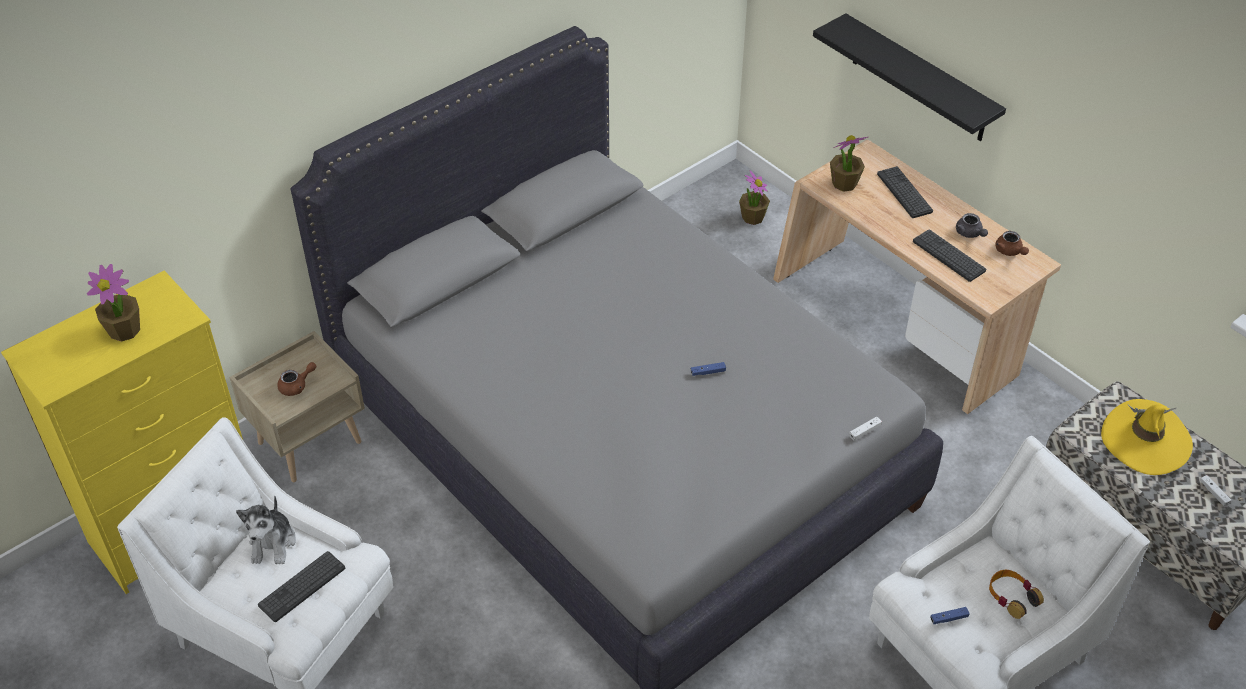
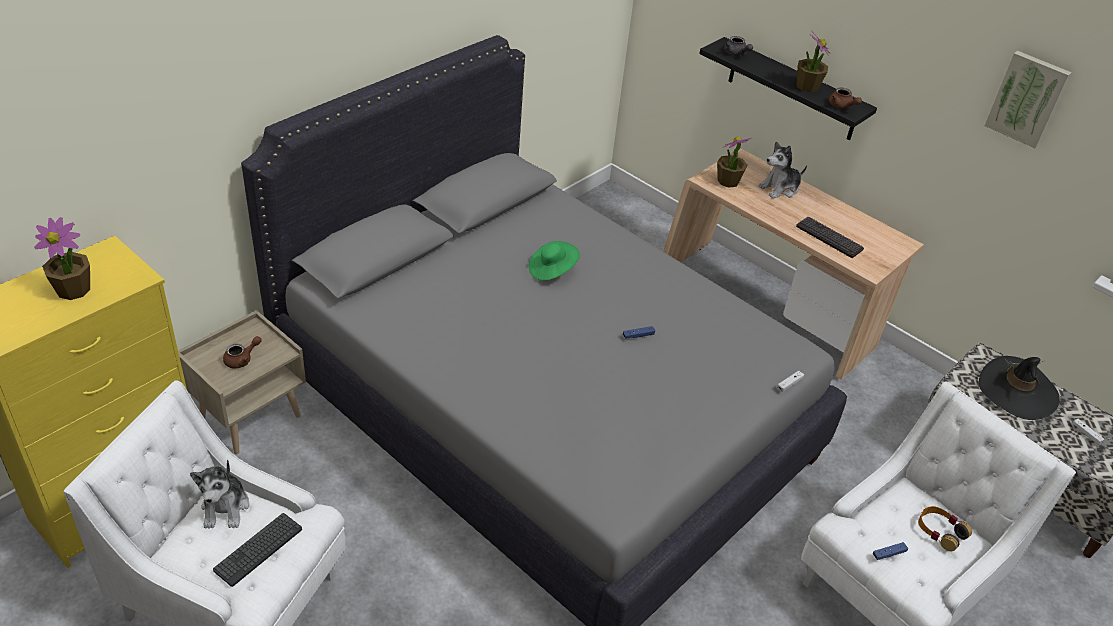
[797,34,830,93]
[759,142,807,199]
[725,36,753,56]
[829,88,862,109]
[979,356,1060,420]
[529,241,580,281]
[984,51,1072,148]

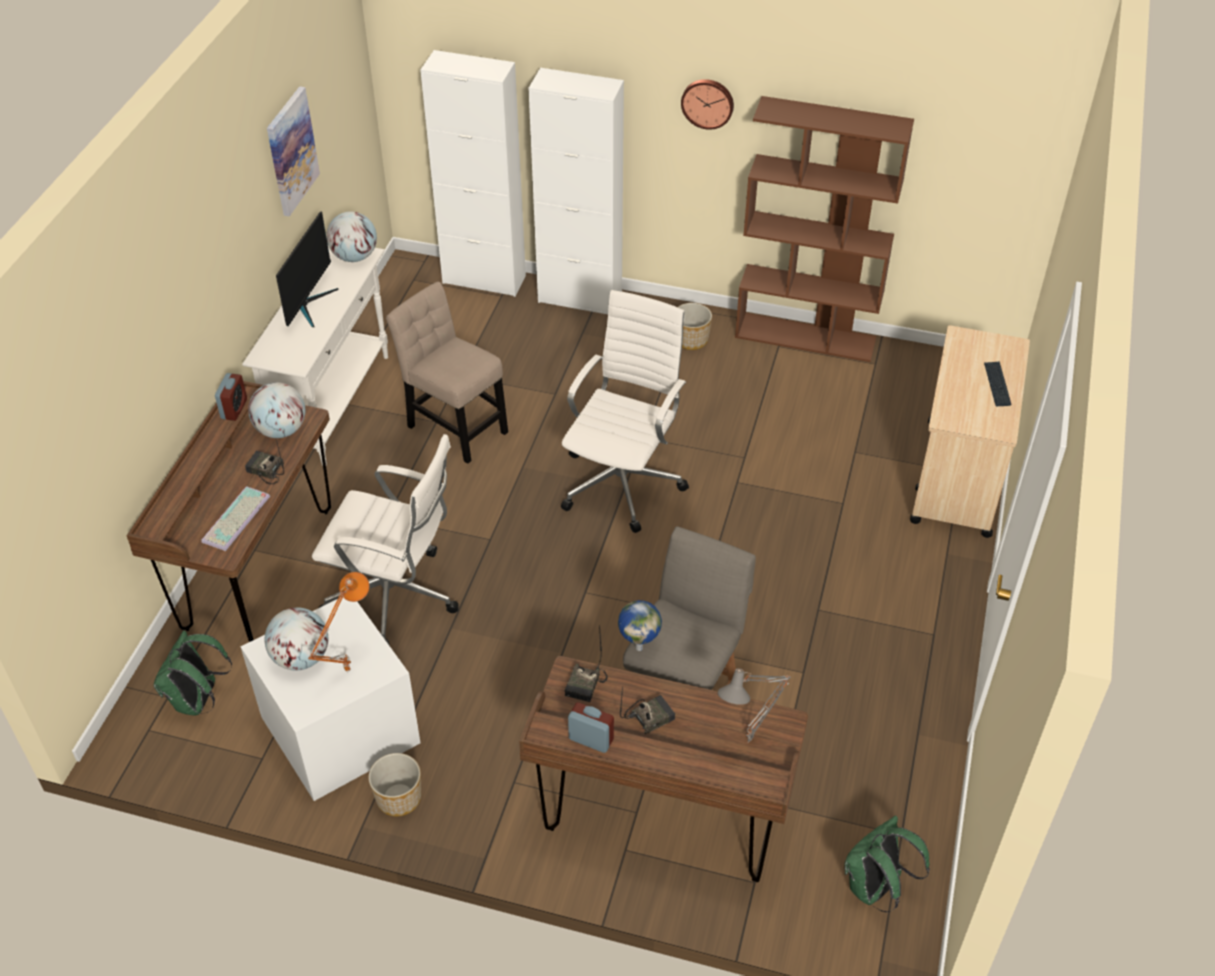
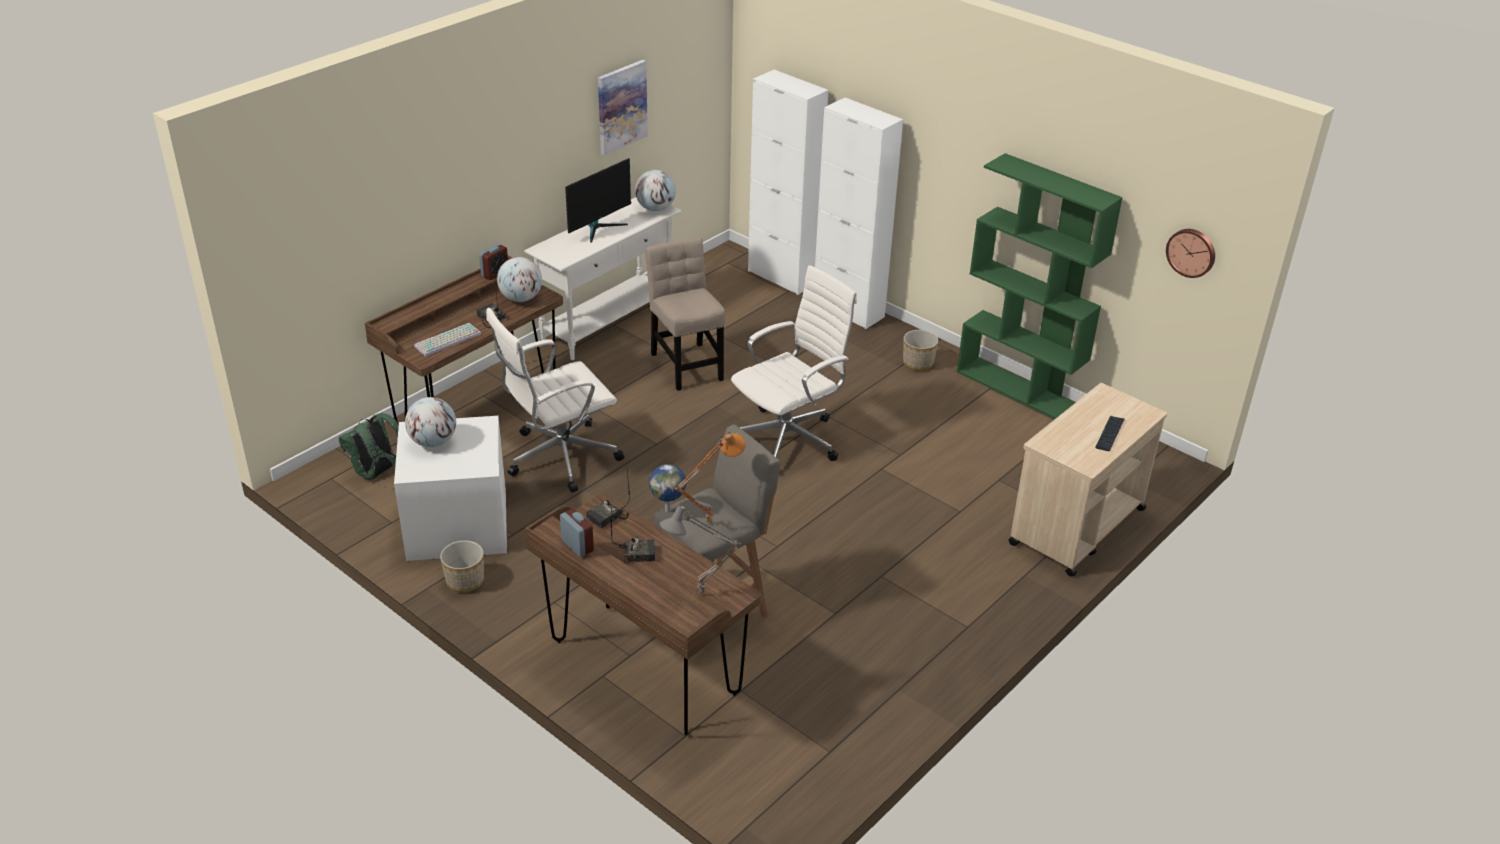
[675,432,746,524]
[486,308,624,492]
[1166,229,1215,278]
[957,153,1123,419]
[844,815,930,912] (first image)

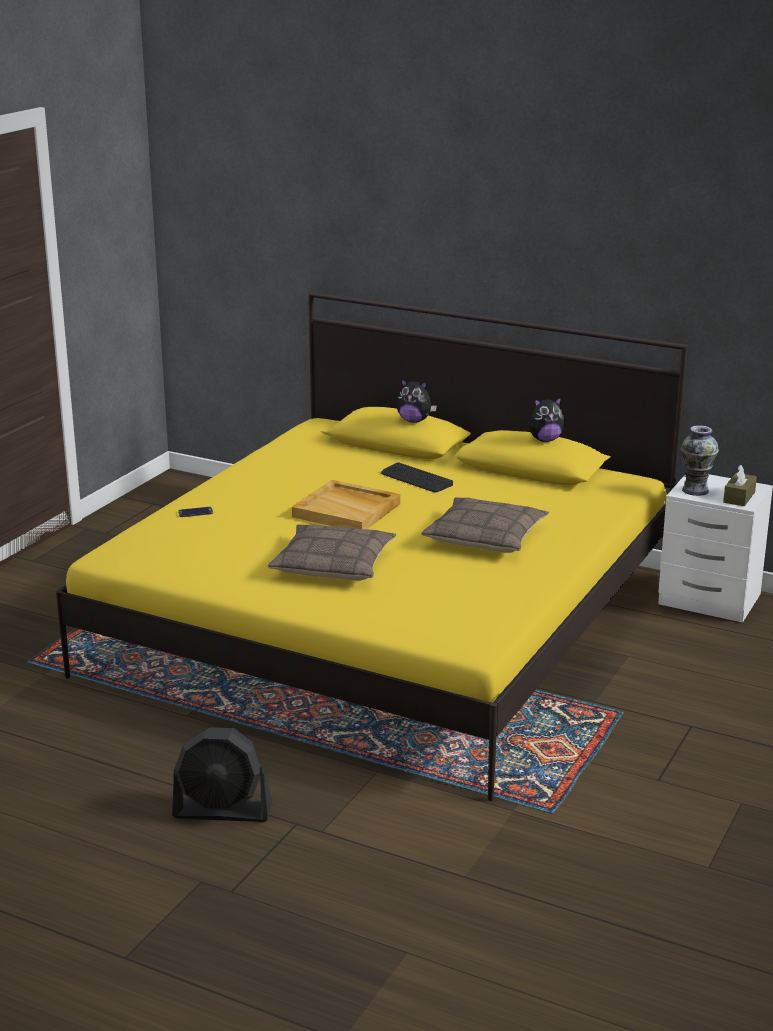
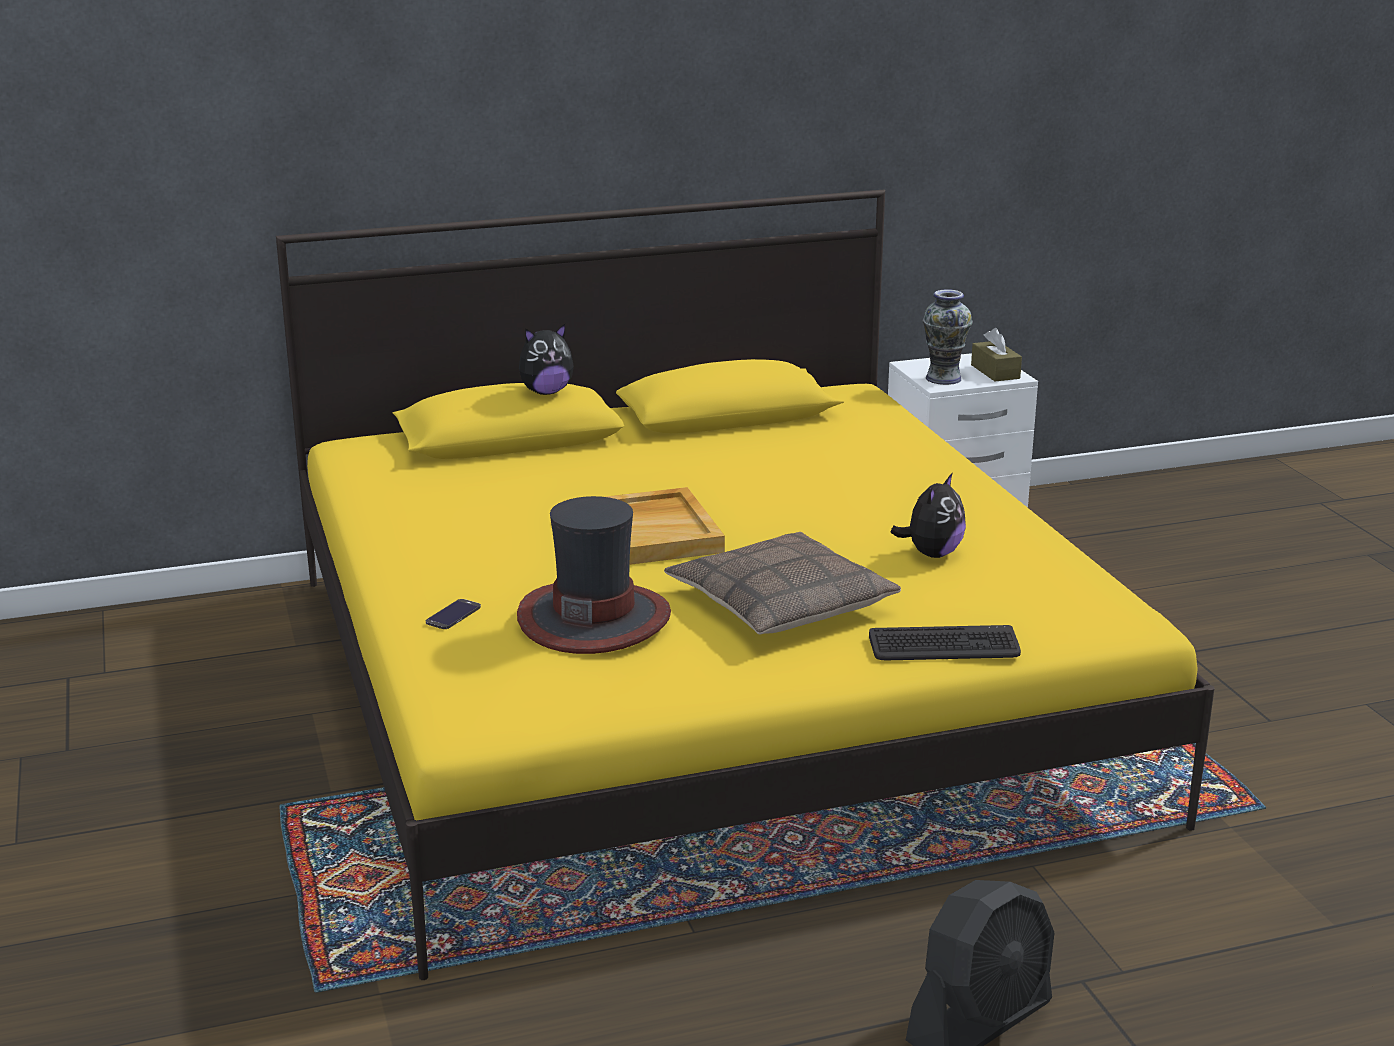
[869,625,1021,660]
[421,497,549,553] (first image)
[891,472,966,558]
[517,496,671,654]

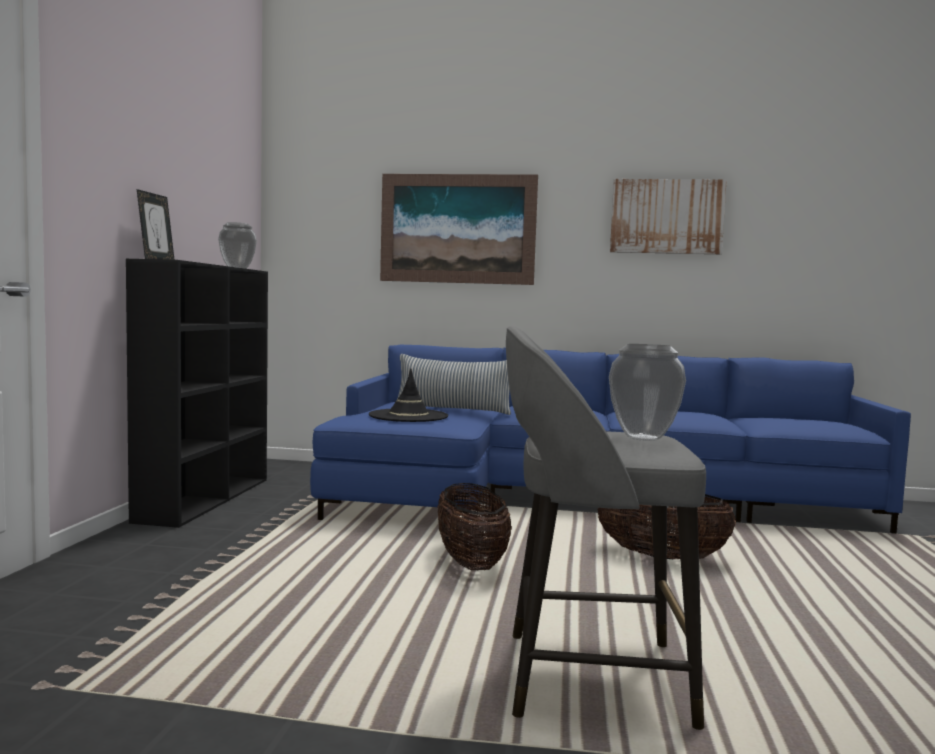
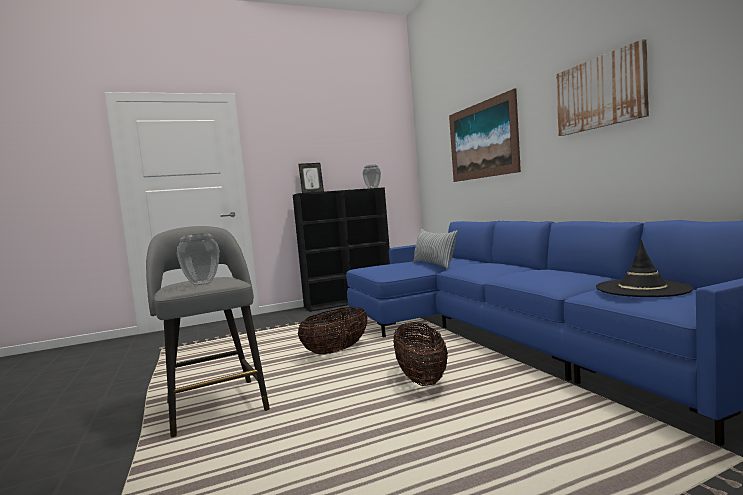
[596,240,693,297]

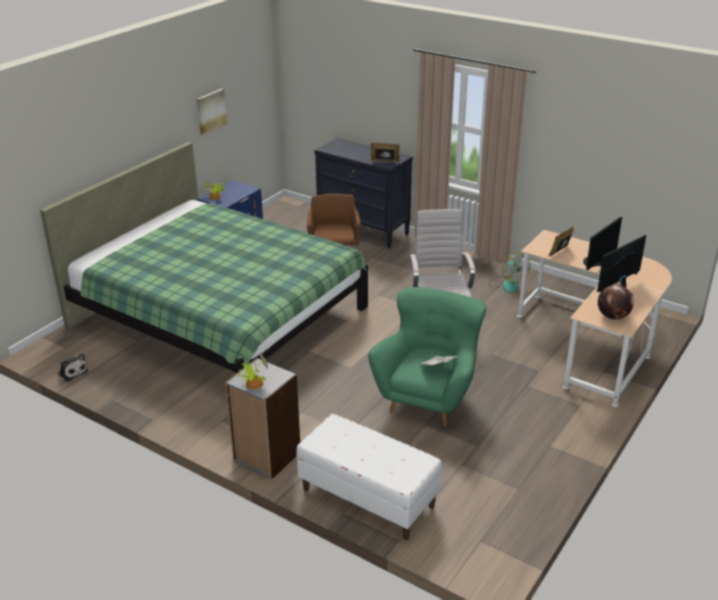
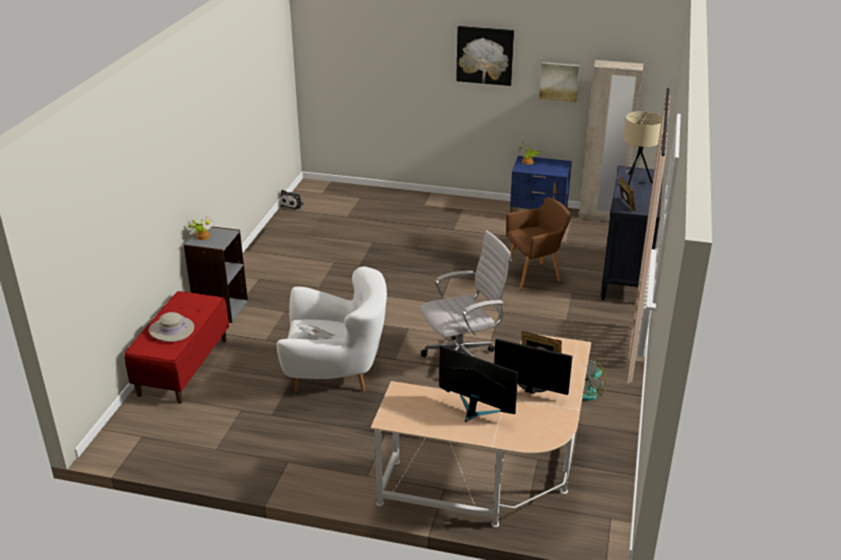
[40,142,368,374] (first image)
[124,291,229,404]
[277,267,387,392]
[598,285,634,320] (first image)
[149,312,194,342]
[456,26,514,86]
[579,60,644,221]
[623,111,662,185]

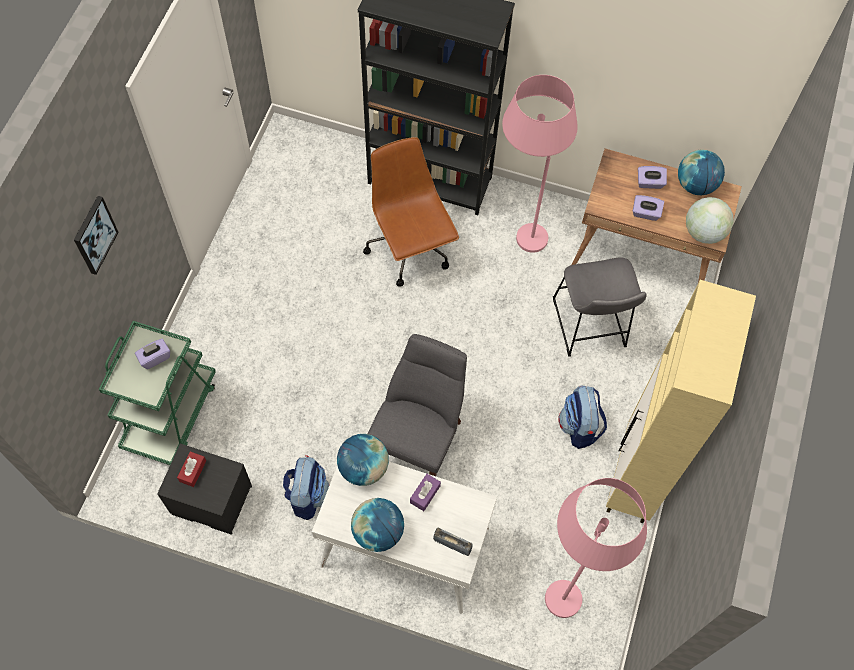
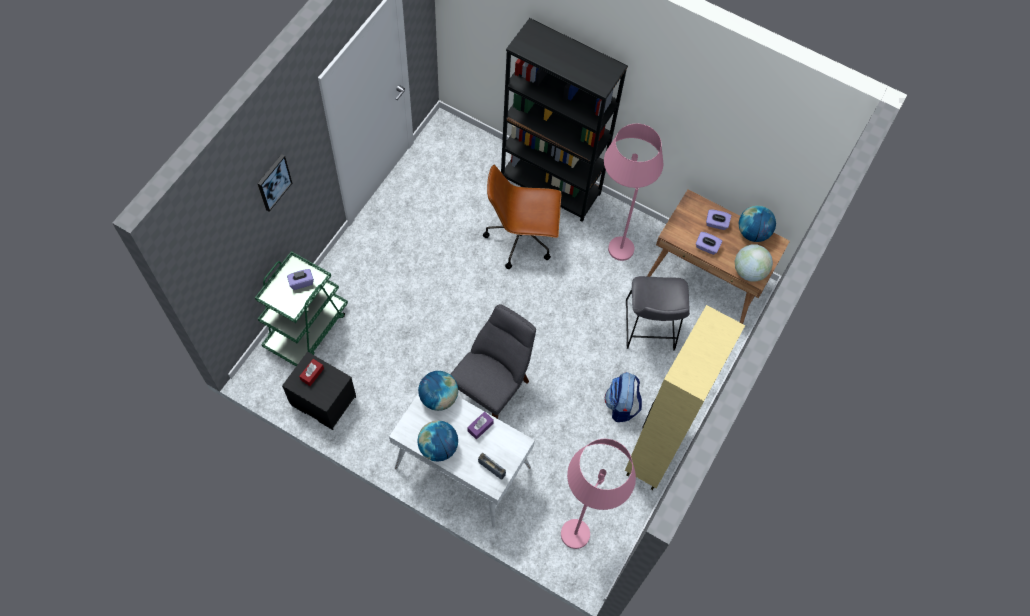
[283,456,329,520] (first image)
[483,165,561,269]

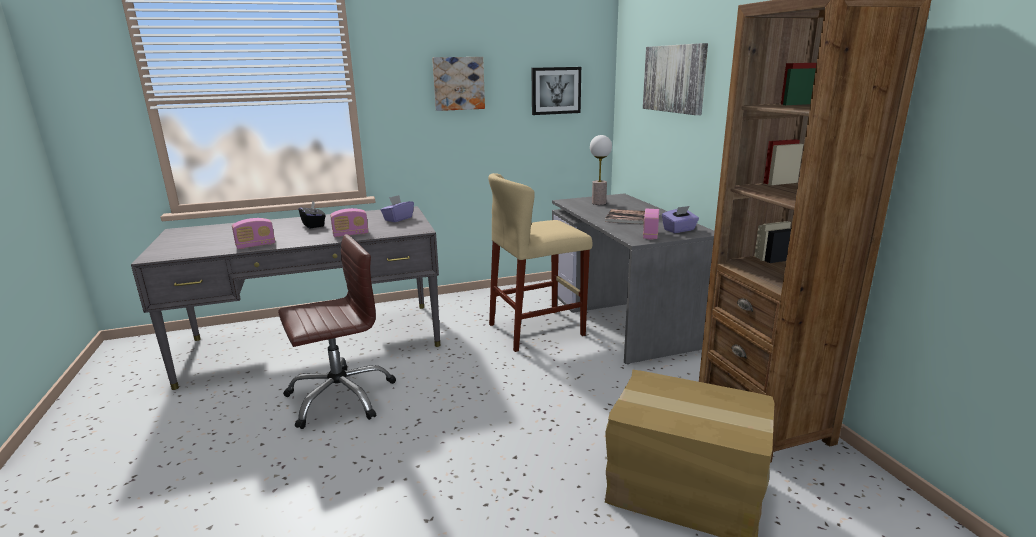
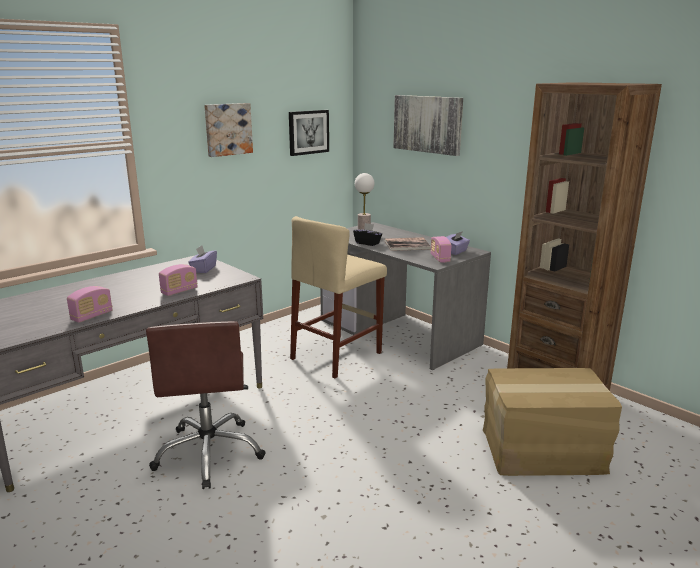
[146,321,266,489]
[353,223,382,246]

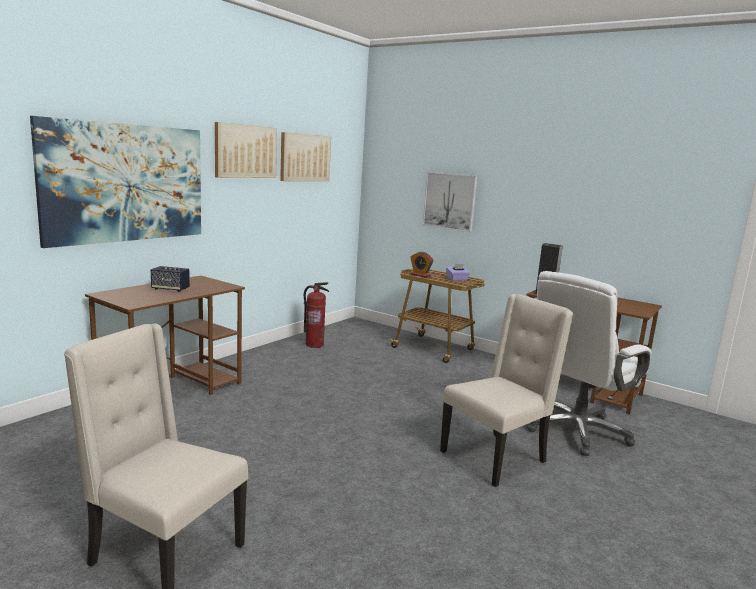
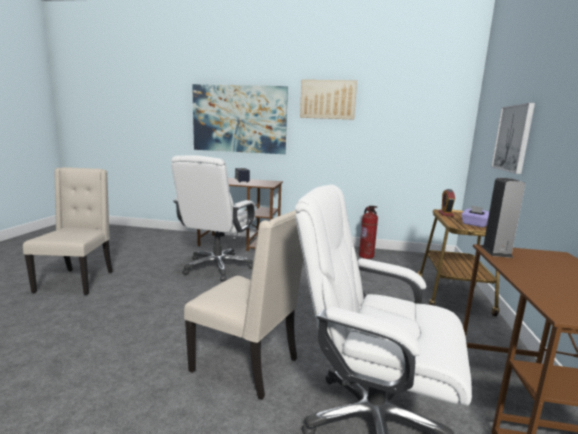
[280,132,331,181] (first image)
[171,155,255,281]

